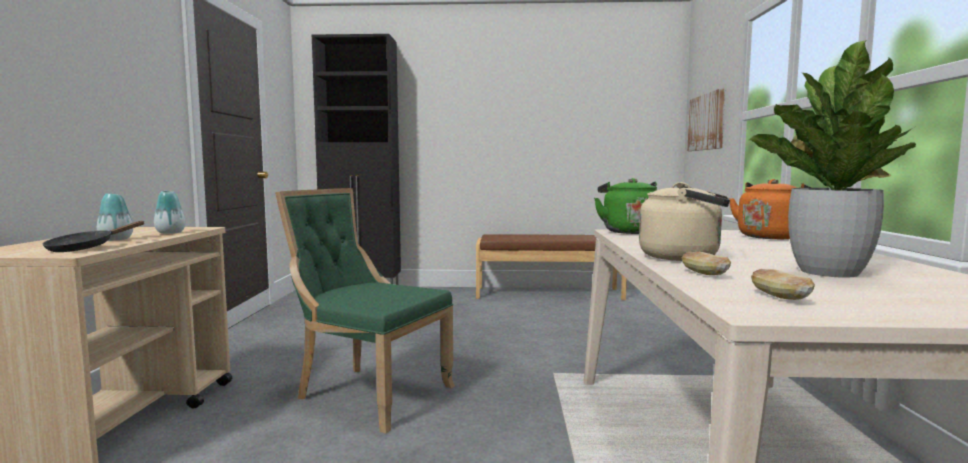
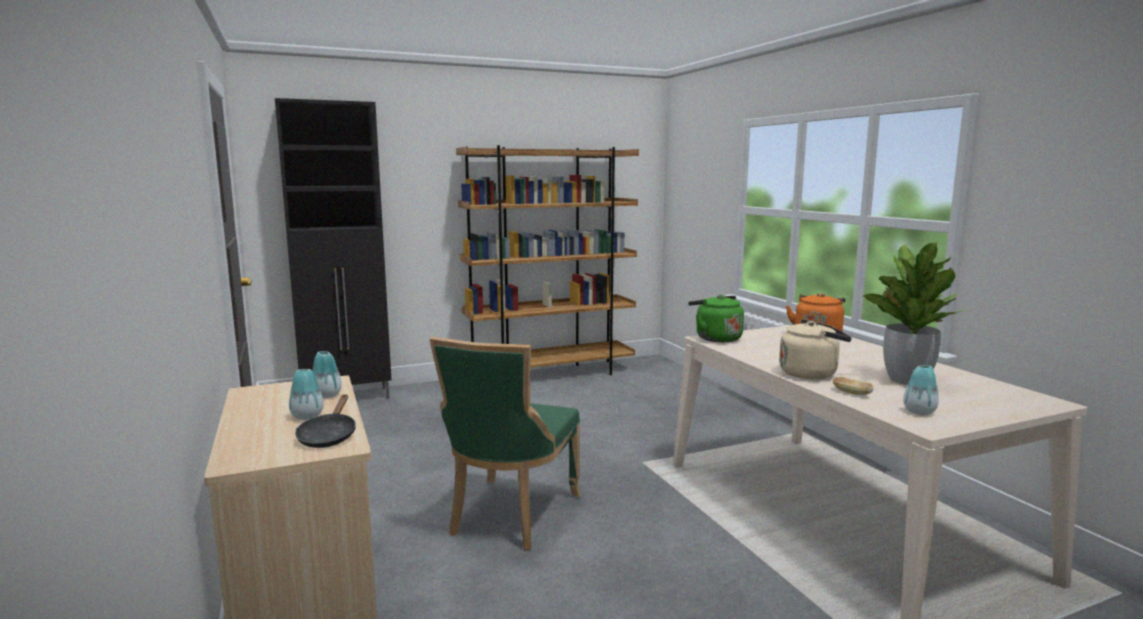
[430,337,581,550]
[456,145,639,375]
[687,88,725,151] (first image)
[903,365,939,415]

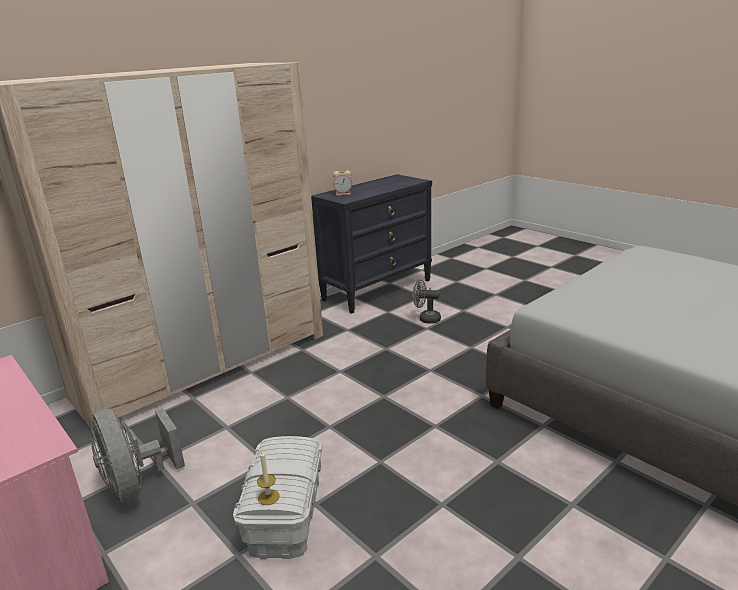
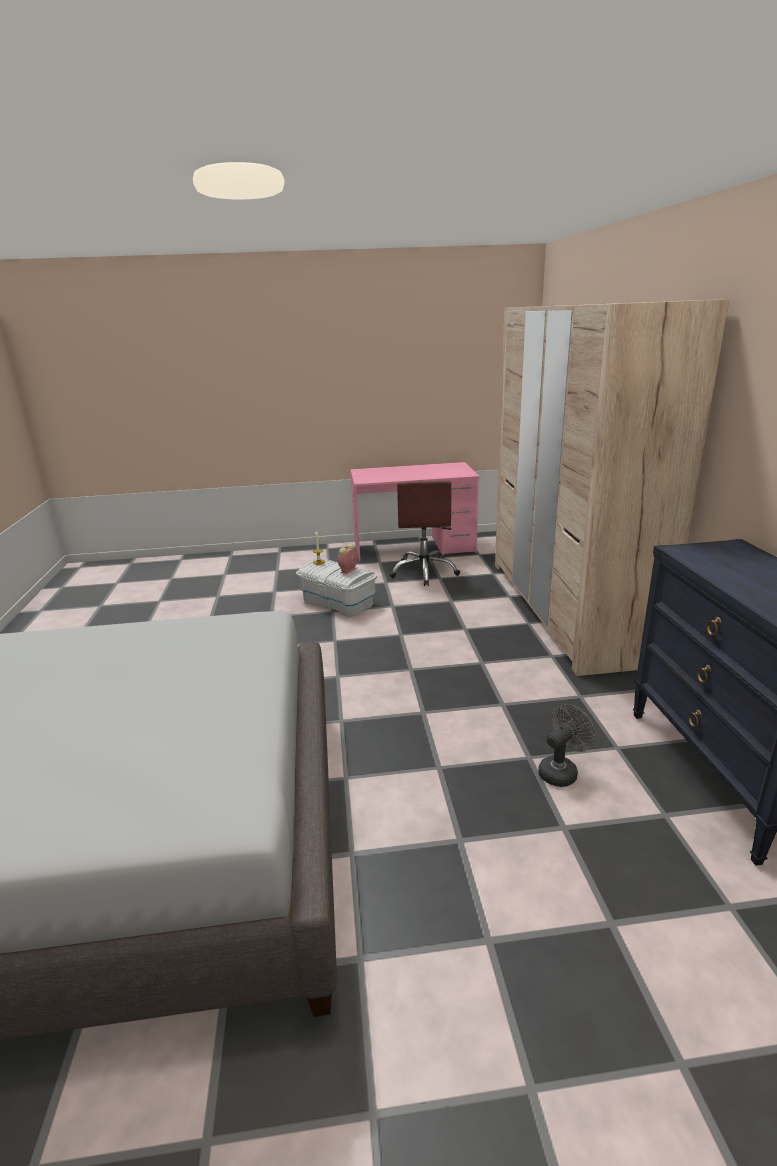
[389,481,460,586]
[338,544,357,574]

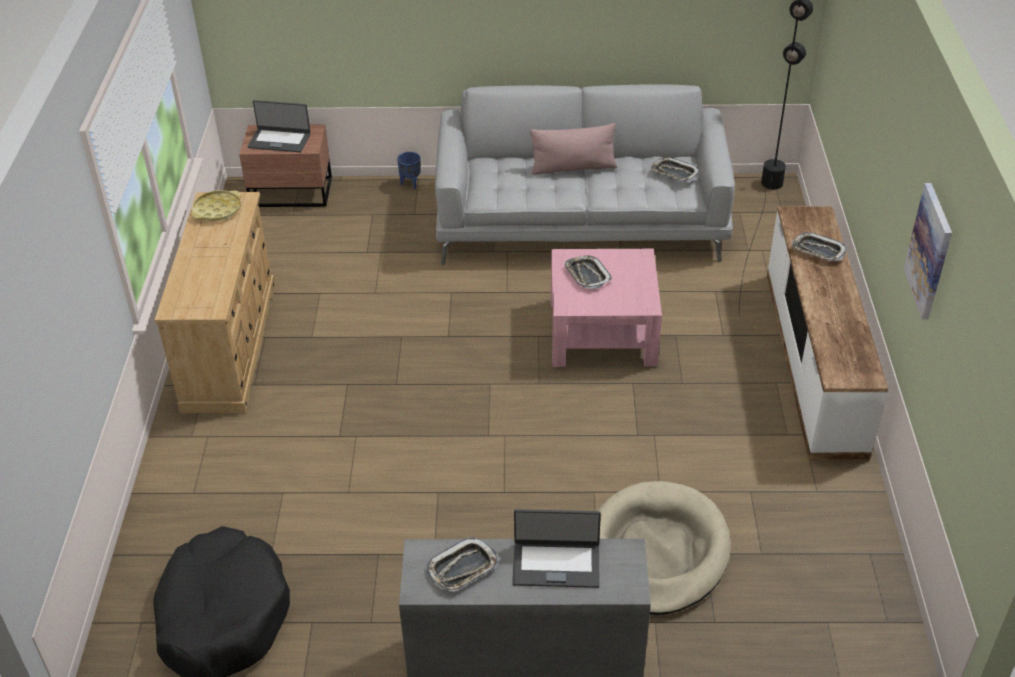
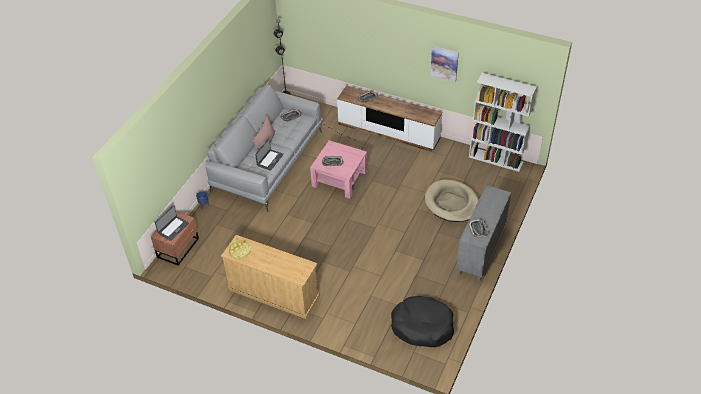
[255,138,284,171]
[469,73,537,172]

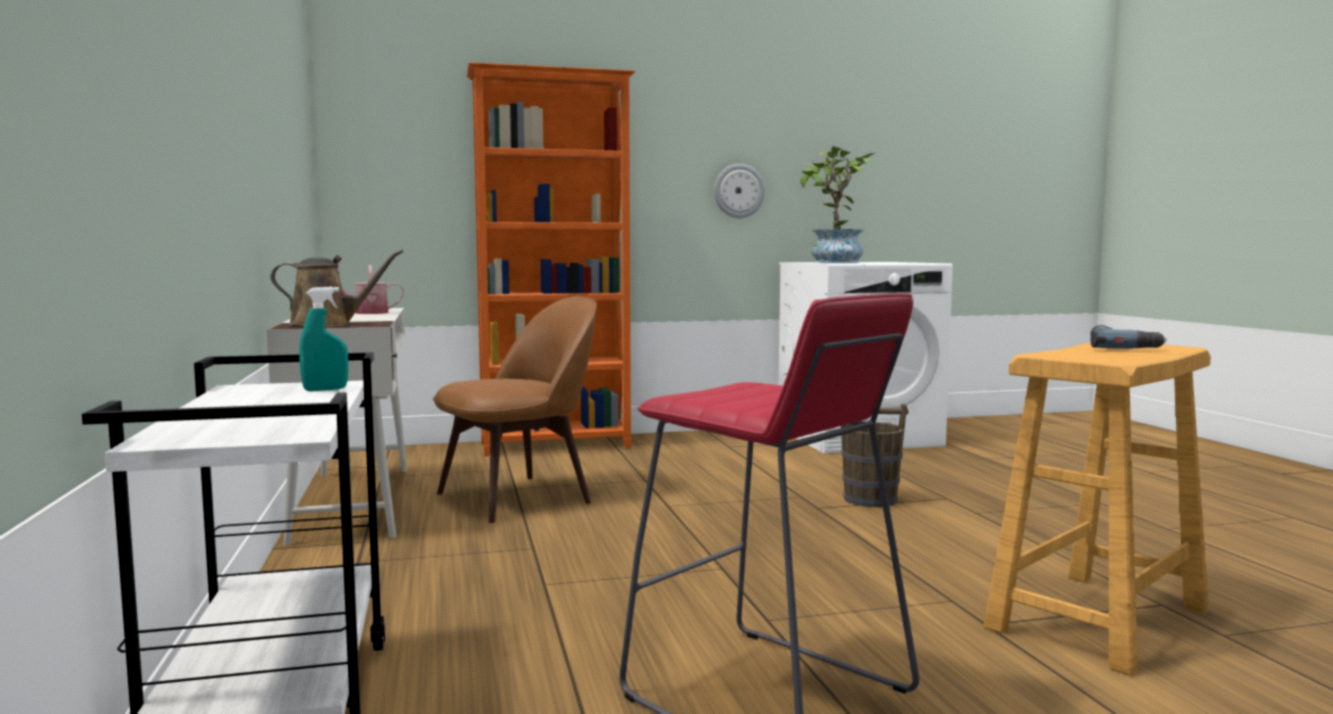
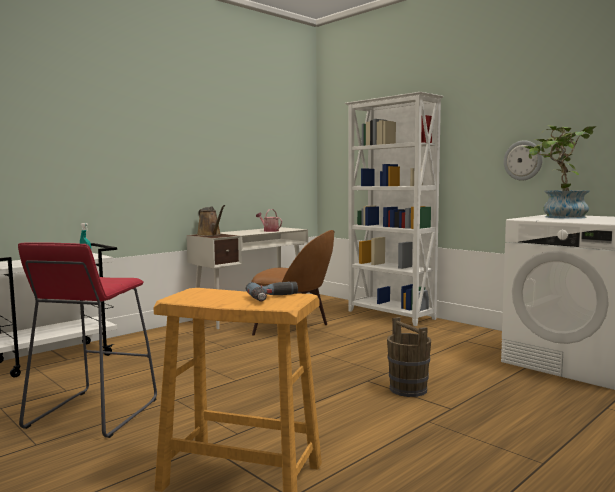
[345,92,444,326]

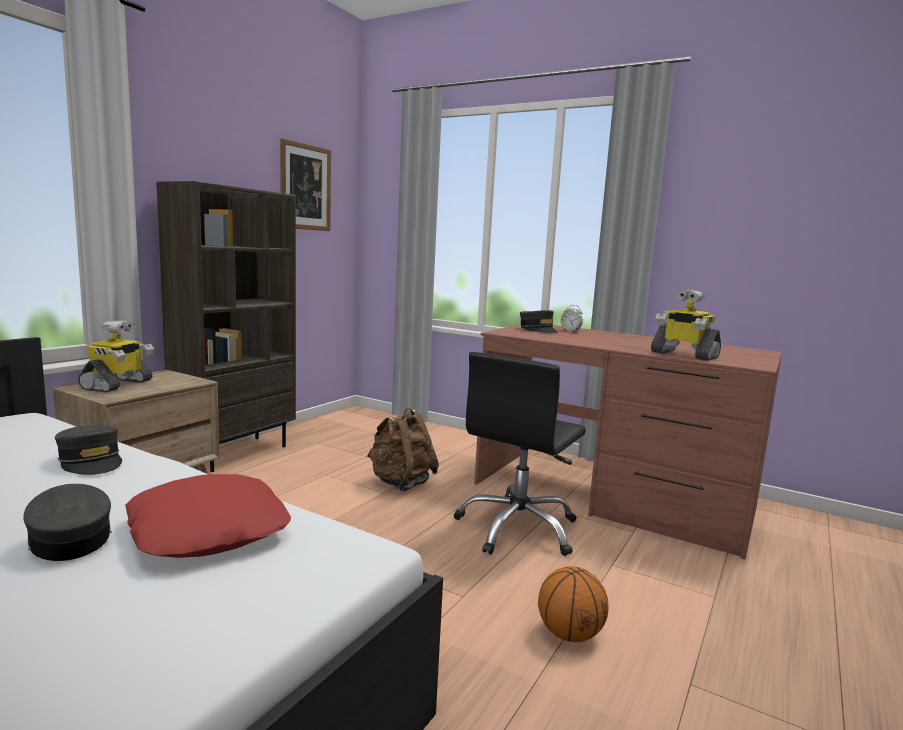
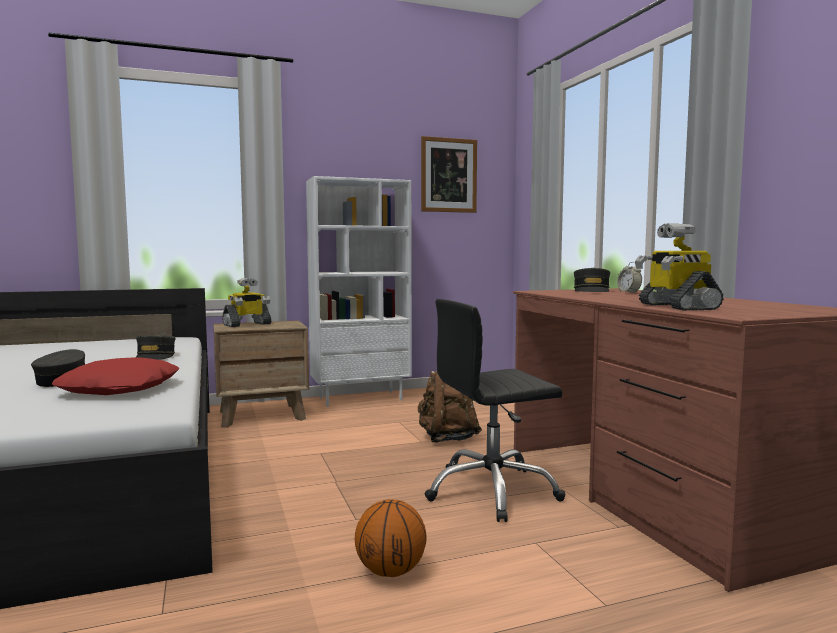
[306,176,412,407]

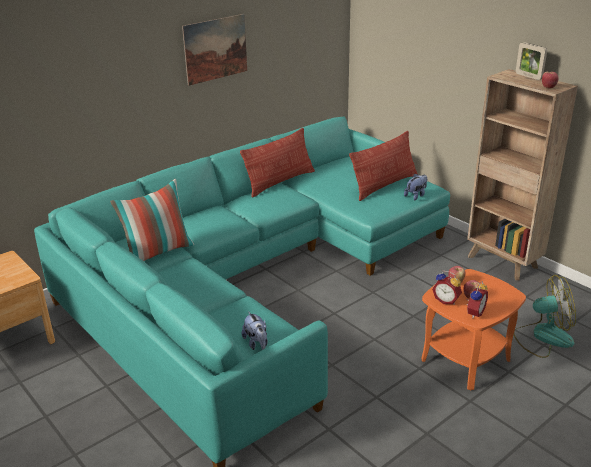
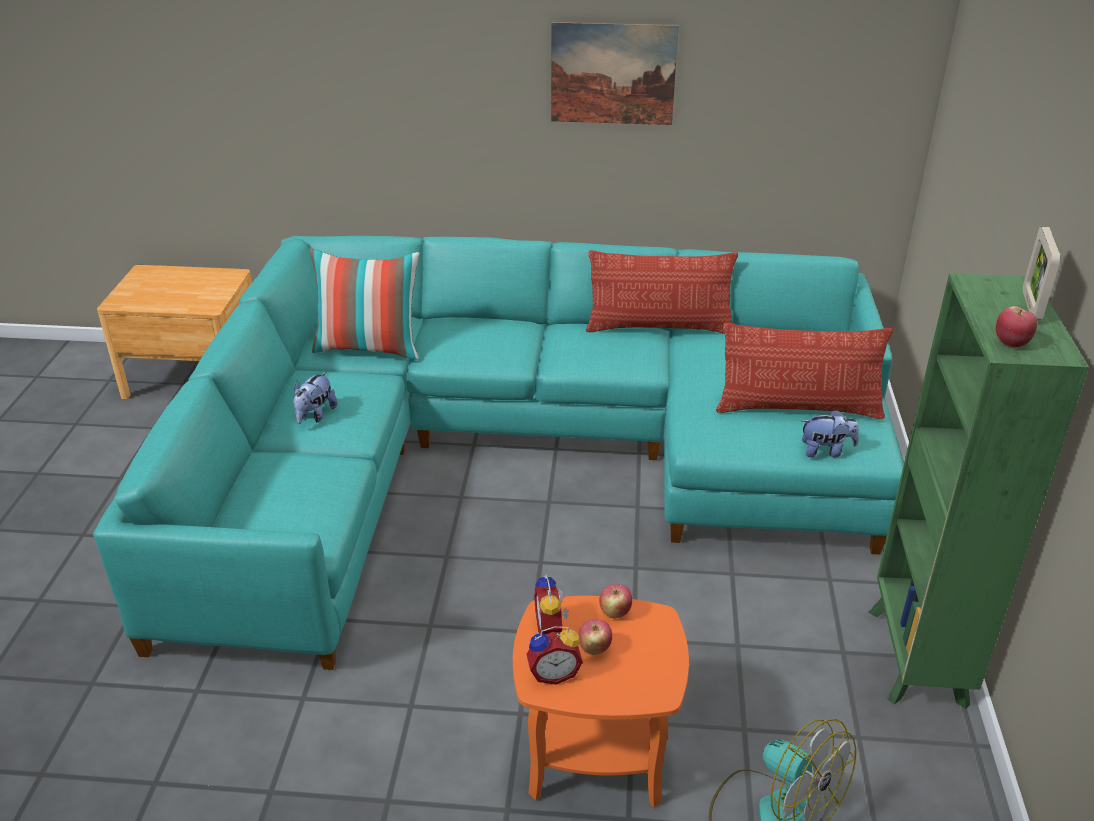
[293,371,337,424]
[868,273,1089,709]

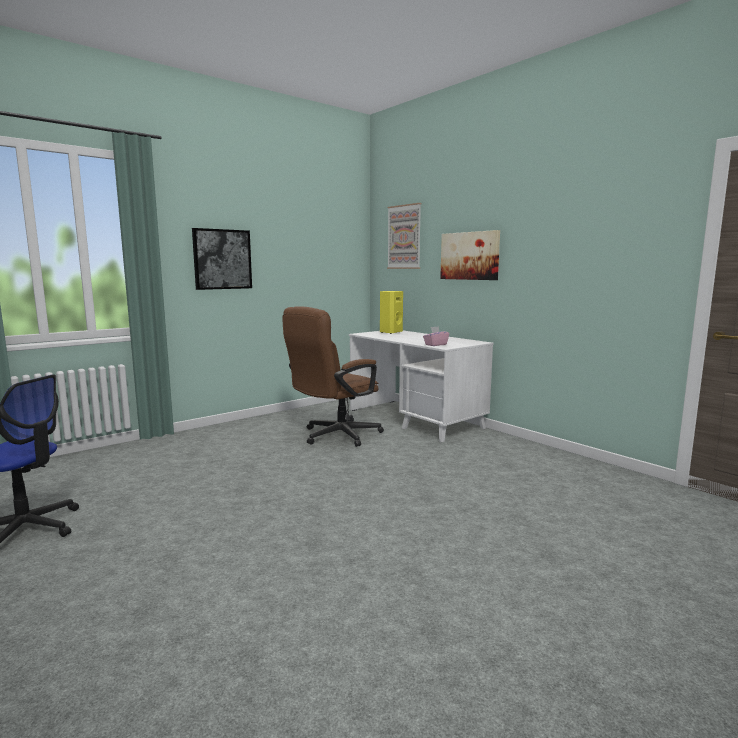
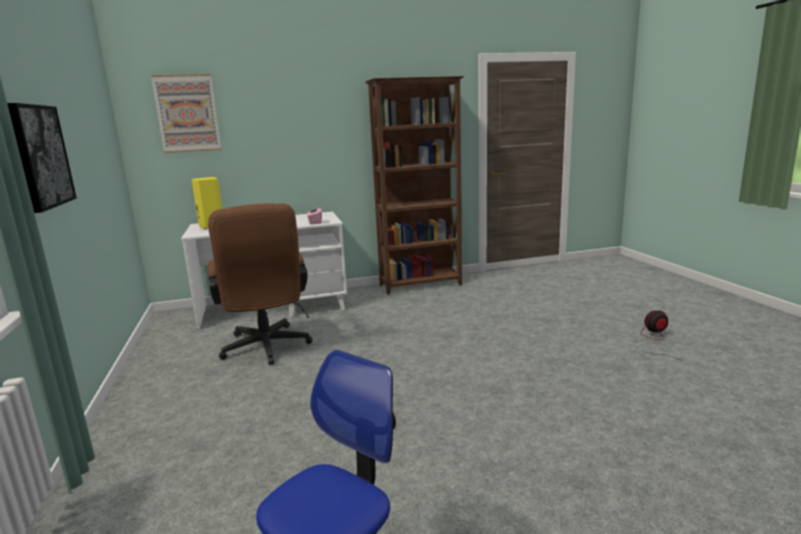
[440,230,500,280] (first image)
[365,76,464,295]
[633,310,683,362]

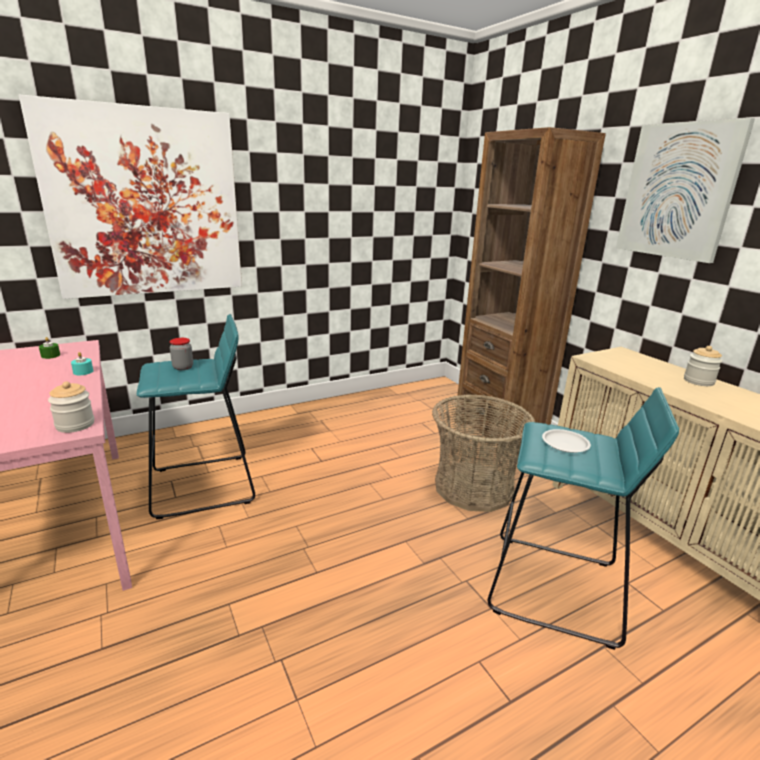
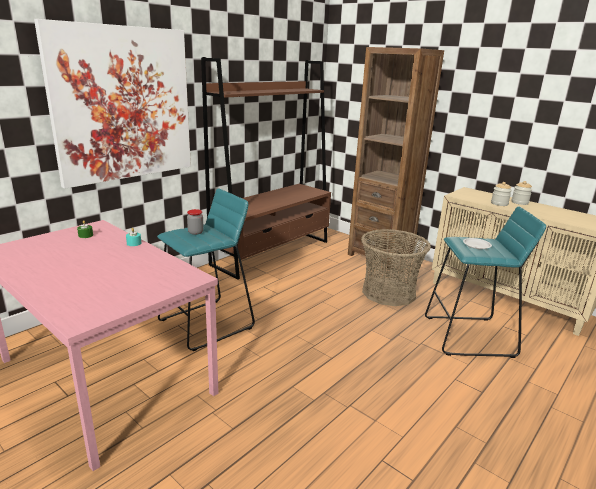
[491,182,512,206]
[616,118,755,263] (first image)
[201,57,331,280]

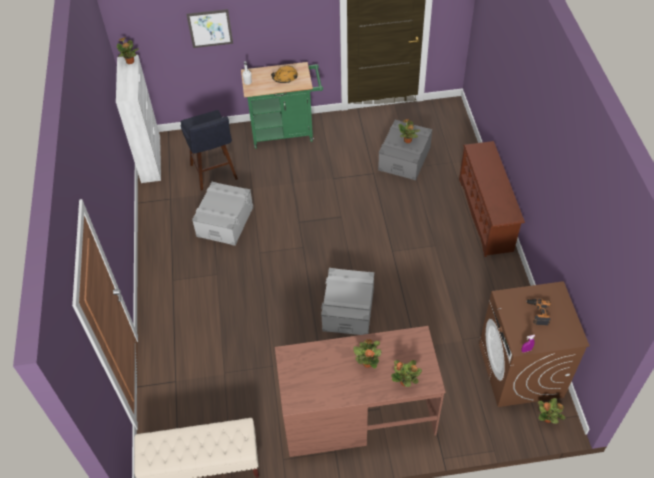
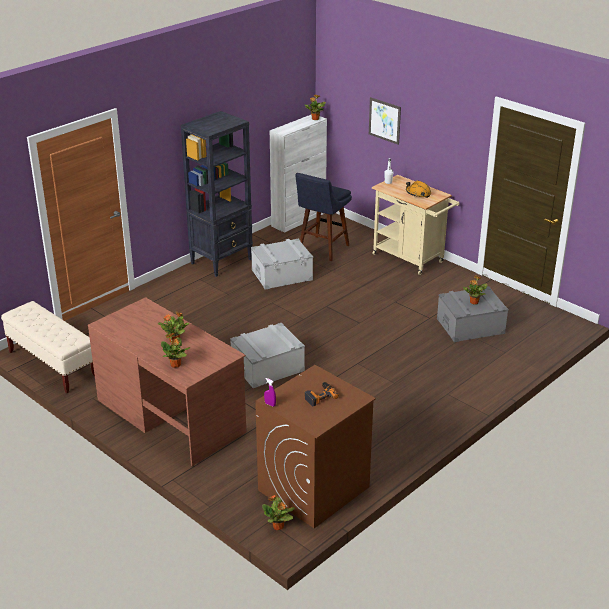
[372,175,459,275]
[459,141,525,257] (first image)
[181,111,253,277]

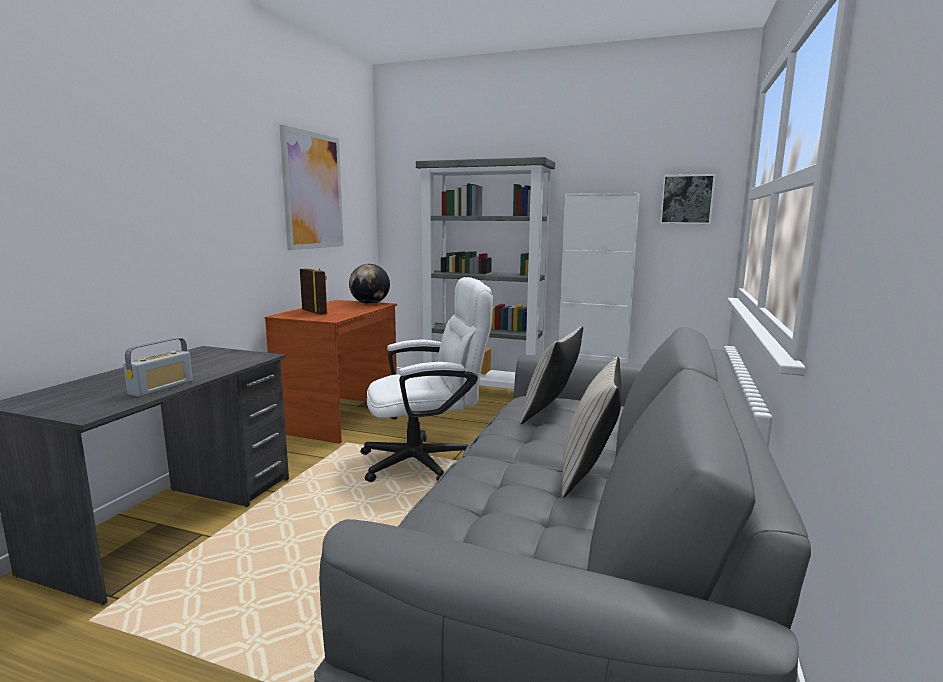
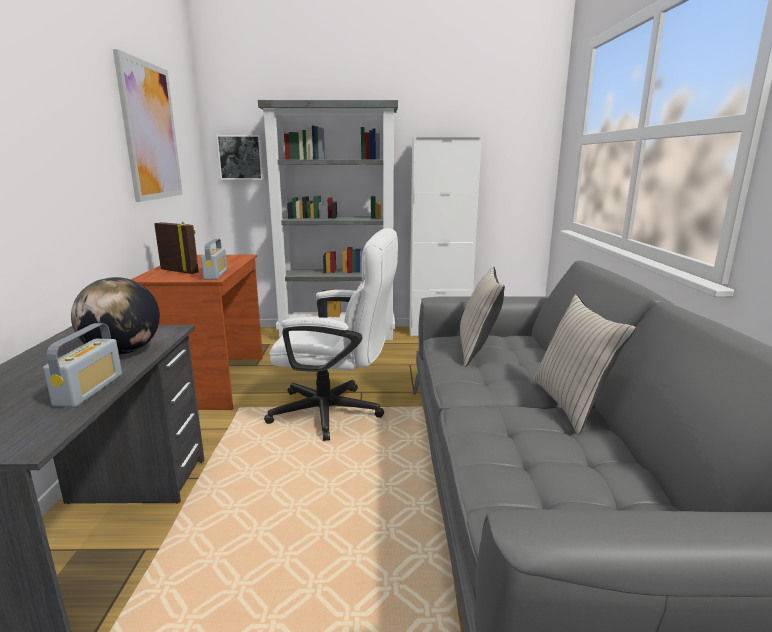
[71,277,160,355]
[264,228,398,441]
[216,135,264,180]
[201,239,227,280]

